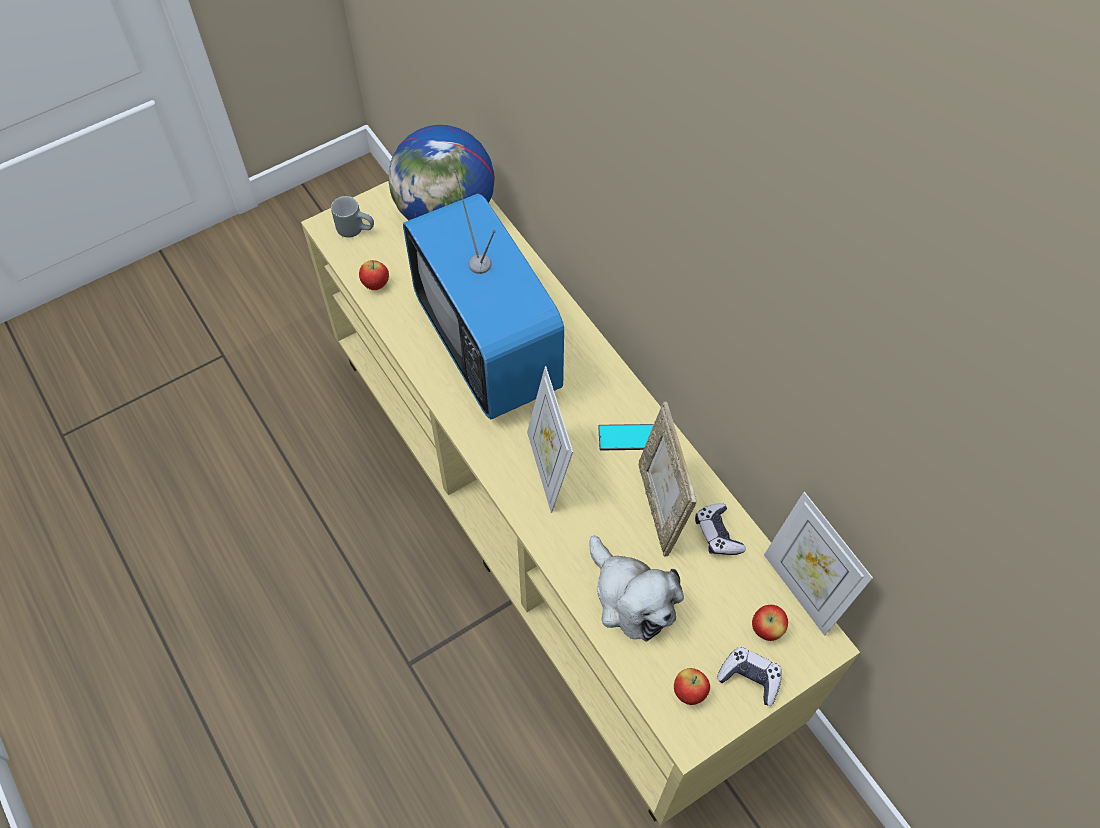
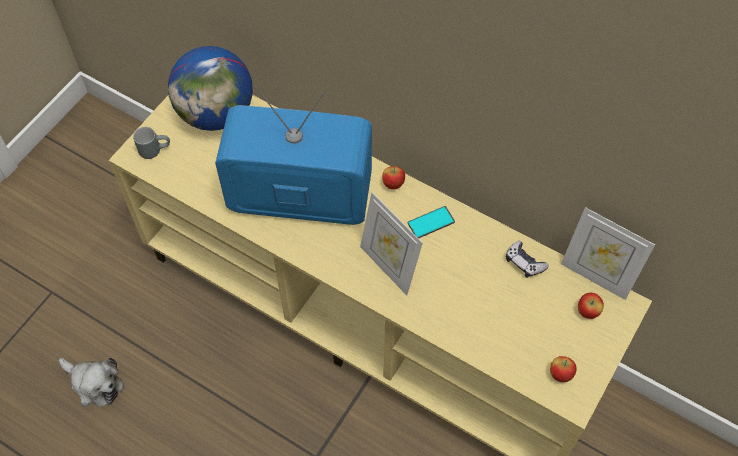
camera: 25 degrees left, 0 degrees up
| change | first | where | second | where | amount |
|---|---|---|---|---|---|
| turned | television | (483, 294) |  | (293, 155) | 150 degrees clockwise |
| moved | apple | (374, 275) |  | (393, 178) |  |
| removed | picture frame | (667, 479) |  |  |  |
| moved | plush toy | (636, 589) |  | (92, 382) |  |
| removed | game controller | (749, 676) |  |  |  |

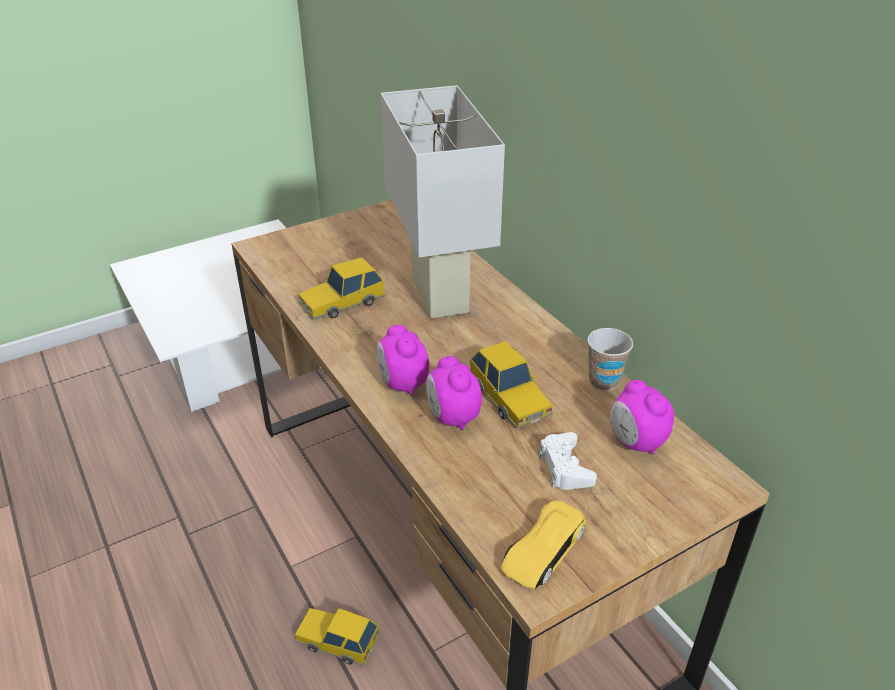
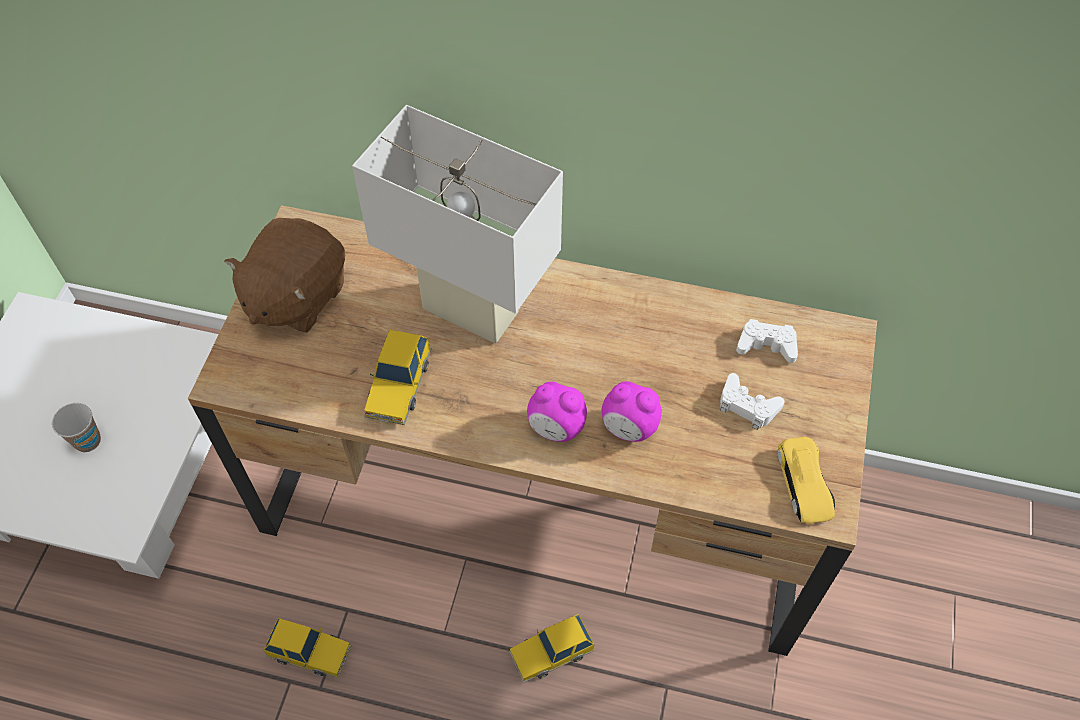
camera: 45 degrees left, 20 degrees up
| change | first | where | second | where | amount |
|---|---|---|---|---|---|
| moved | cup | (610, 359) |  | (76, 427) |  |
| moved | toy car | (511, 384) |  | (307, 648) |  |
| replaced | alarm clock | (642, 417) | game controller in white | (767, 341) |  |
| added |  |  | plush toy in brown | (284, 275) |  |

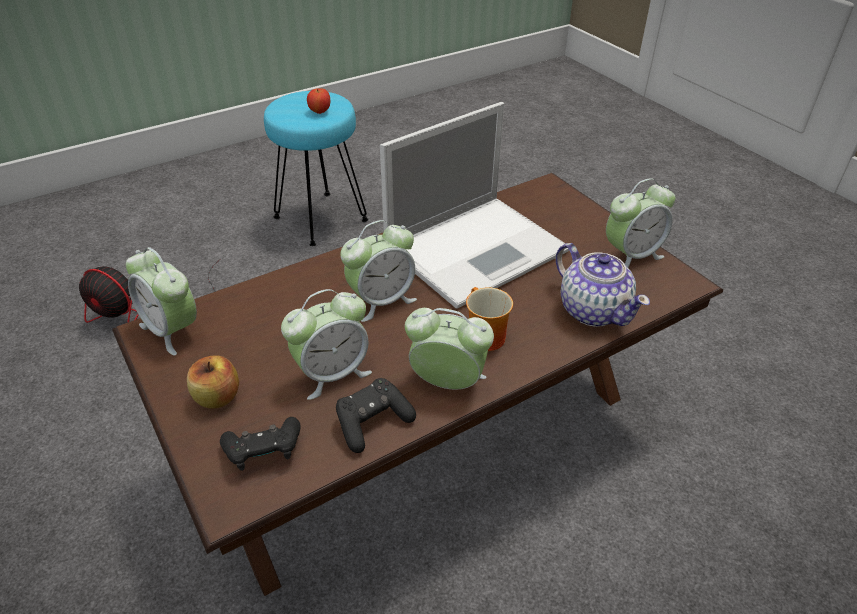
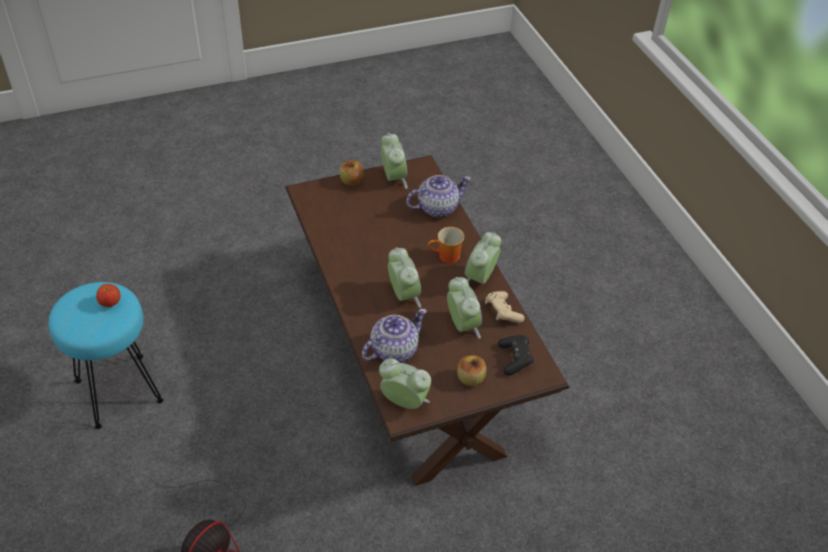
camera: 80 degrees left, 5 degrees up
| change | first | where | second | where | amount |
|---|---|---|---|---|---|
| removed | laptop | (474, 205) |  |  |  |
| turned | alarm clock | (161, 301) |  | (405, 383) | 120 degrees counterclockwise |
| recoloured | game controller in black | (376, 415) | game controller in beige | (505, 307) |  |
| added |  |  | apple | (352, 173) |  |
| added |  |  | teapot | (394, 335) |  |

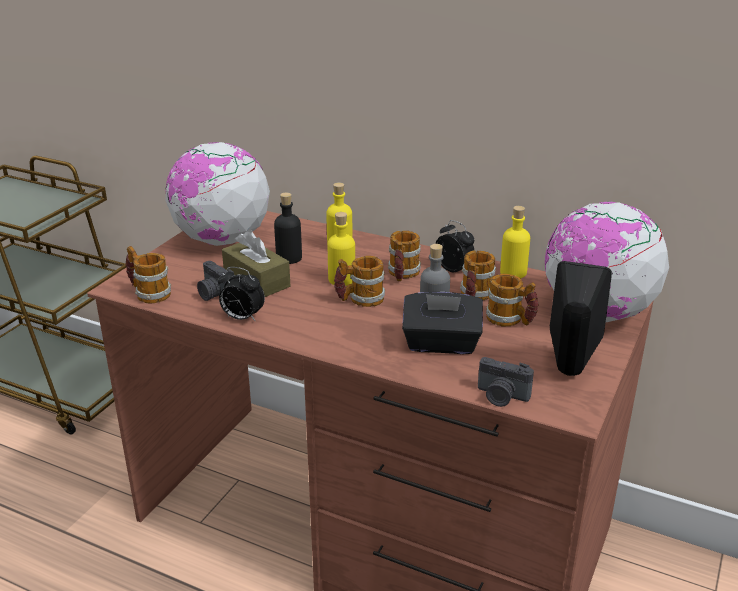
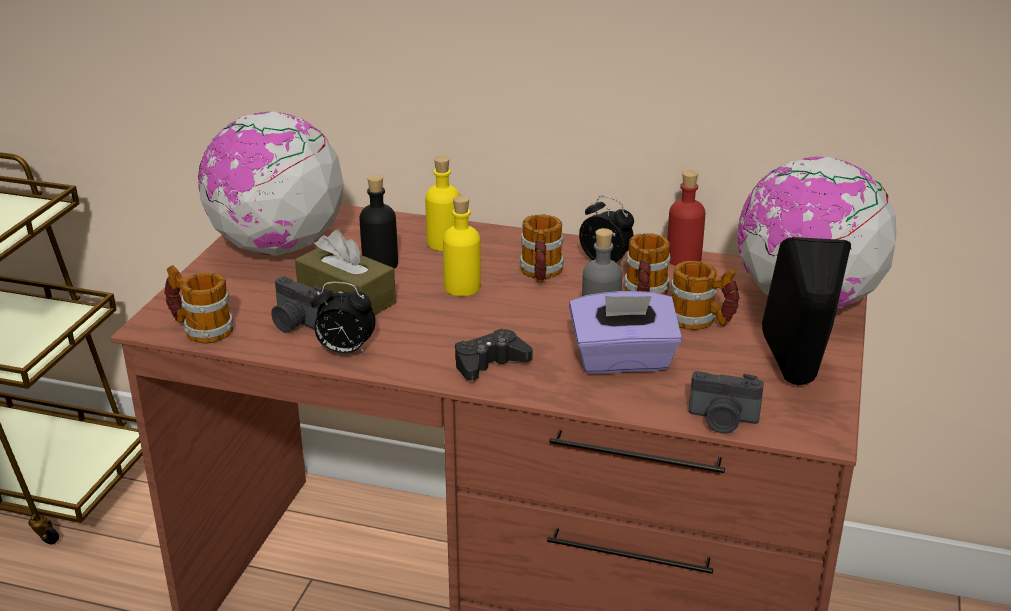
camera: 10 degrees left, 0 degrees up
| change | first | where | second | where | amount |
|---|---|---|---|---|---|
| recoloured | bottle in yellow | (515, 242) | bottle in red | (686, 218) |  |
| removed | mug | (359, 281) |  |  |  |
| recoloured | tissue box in black | (442, 323) | tissue box in purple | (625, 332) |  |
| added |  |  | game controller in black | (493, 354) |  |

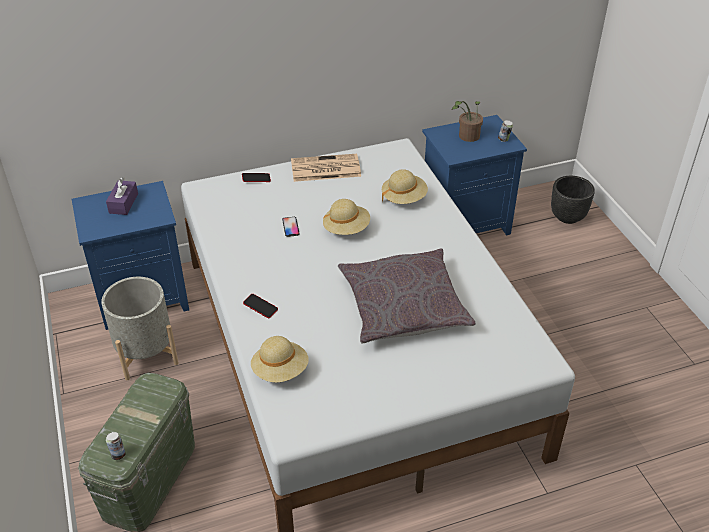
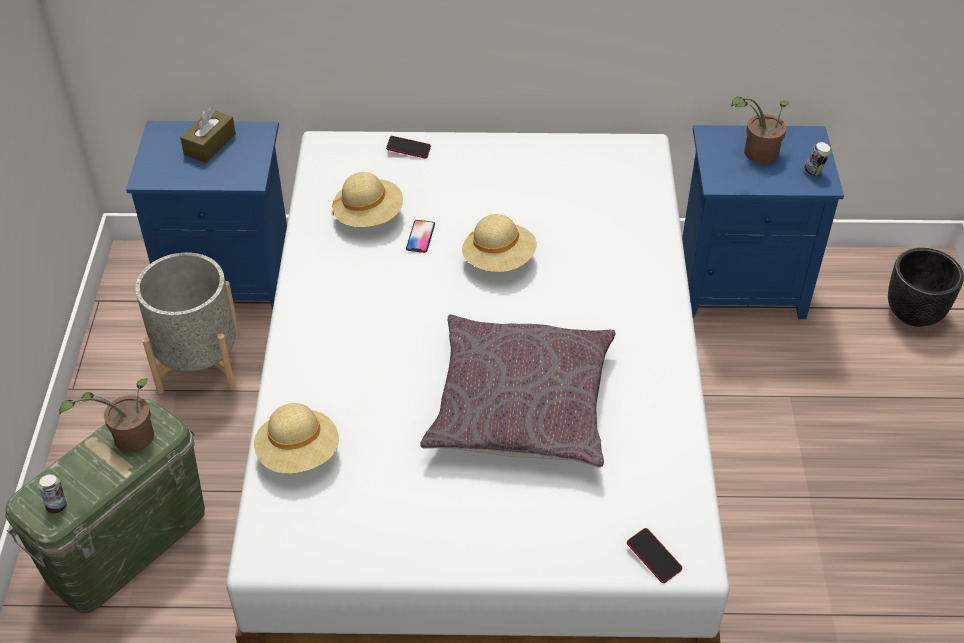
camera: 20 degrees right, 5 degrees up
| change | first | where | second | where | amount |
|---|---|---|---|---|---|
| removed | newspaper | (326, 168) |  |  |  |
| moved | hat in beige | (405, 186) |  | (367, 199) |  |
| recoloured | tissue box in purple | (122, 196) | tissue box in brown | (208, 135) |  |
| moved | phone | (260, 306) |  | (654, 555) |  |
| added |  |  | potted plant | (106, 415) |  |

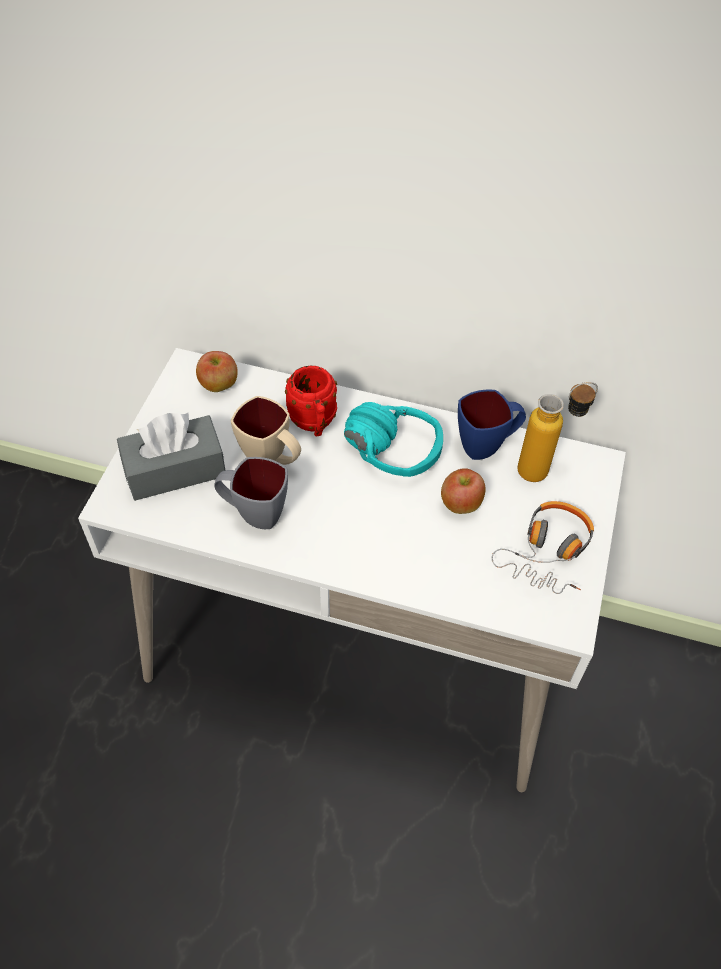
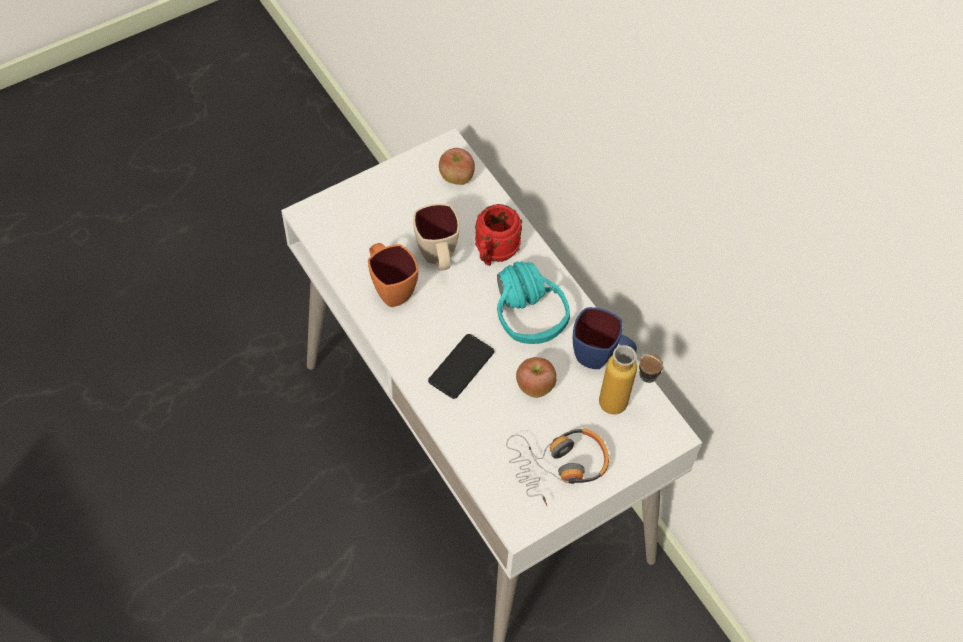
camera: 40 degrees right, 5 degrees up
| change | first | where | second | where | amount |
|---|---|---|---|---|---|
| removed | tissue box in grey | (171, 457) |  |  |  |
| recoloured | mug in grey | (251, 493) | mug in orange | (393, 275) |  |
| added |  |  | phone | (461, 366) |  |

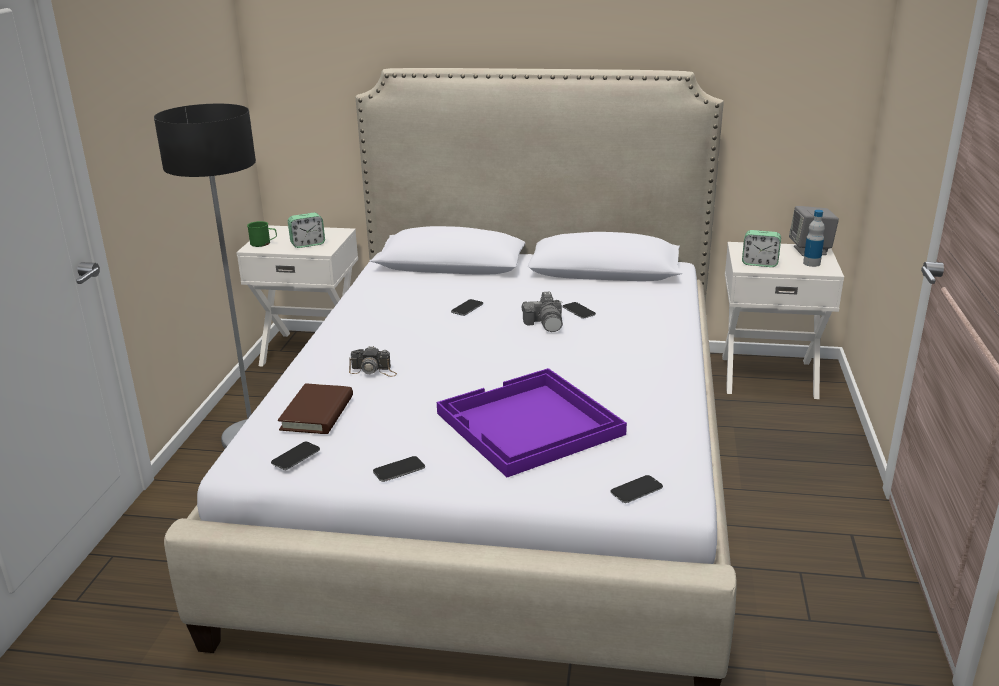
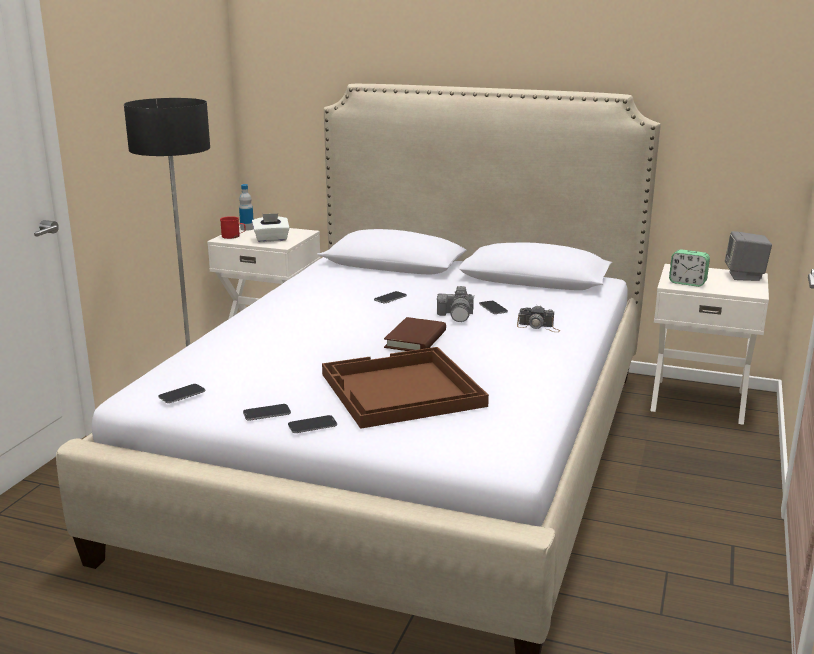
camera: 10 degrees right, 5 degrees down
| change | first | where | second | where | amount |
|---|---|---|---|---|---|
| moved | bottle | (814, 238) |  | (246, 207) |  |
| replaced | alarm clock | (306, 230) | tissue box in white | (271, 227) |  |
| recoloured | mug in green | (262, 234) | mug in red | (233, 227) |  |
| moved | photo camera | (373, 361) |  | (538, 318) |  |
| recoloured | tray in purple | (532, 422) | tray in brown | (405, 388) |  |
| moved | book in brown | (315, 408) |  | (415, 334) |  |
| moved | phone | (637, 489) |  | (312, 424) |  |

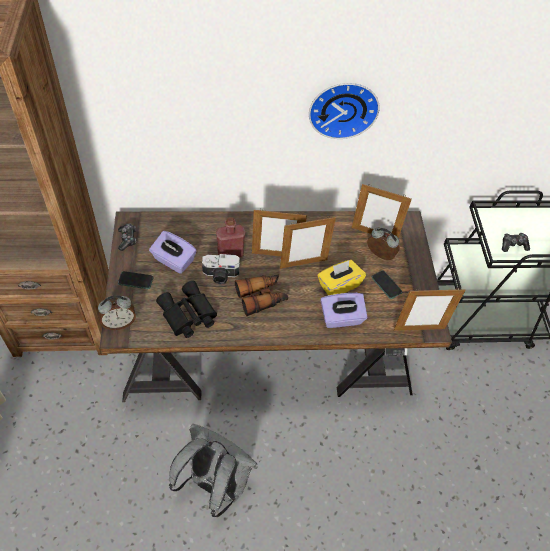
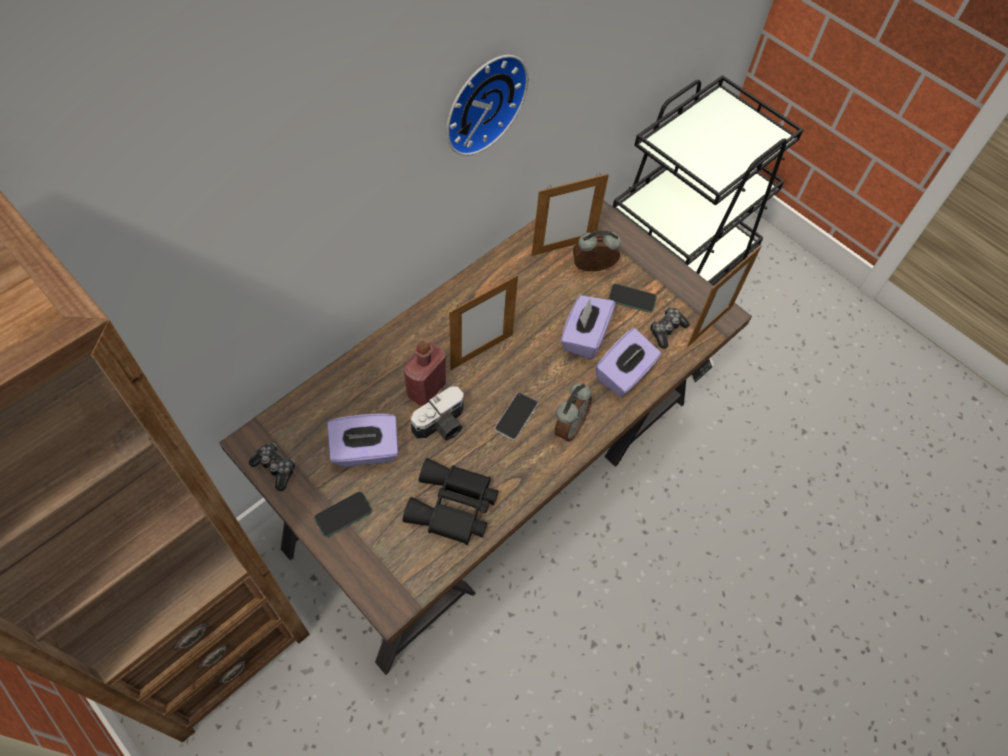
camera: 40 degrees left, 5 degrees up
| change | first | where | second | where | amount |
|---|---|---|---|---|---|
| removed | picture frame | (308, 242) |  |  |  |
| moved | game controller | (516, 242) |  | (670, 328) |  |
| recoloured | tissue box in yellow | (341, 277) | tissue box in purple | (588, 327) |  |
| replaced | binoculars | (261, 295) | phone | (516, 416) |  |
| moved | alarm clock | (117, 312) |  | (573, 412) |  |
| removed | backpack in grey | (213, 470) |  |  |  |

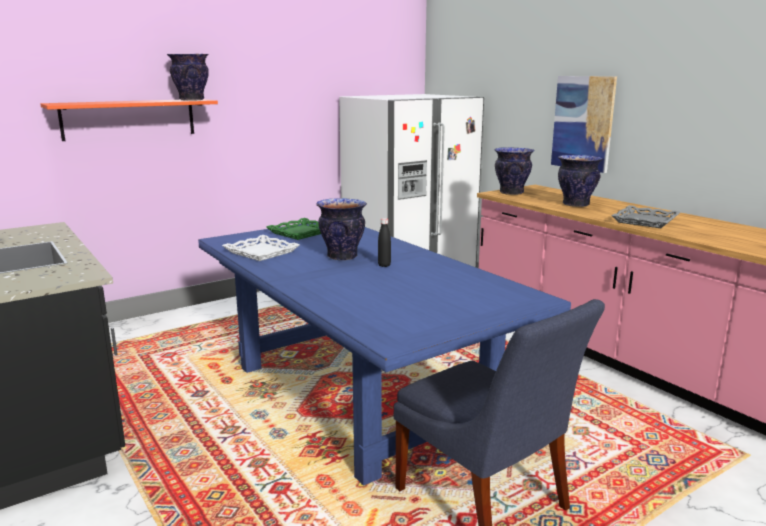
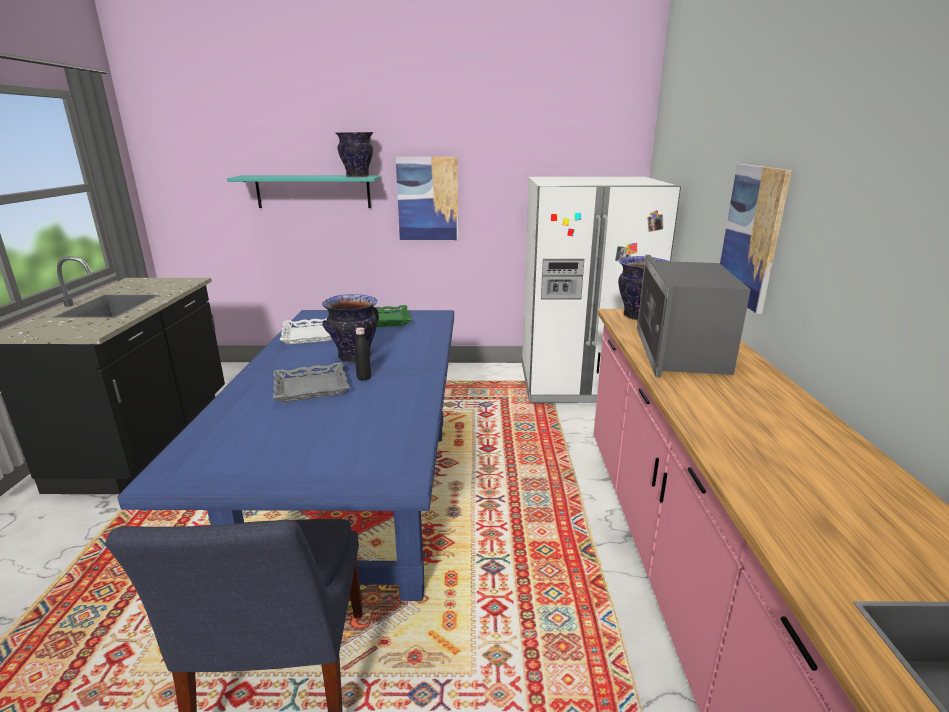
camera: 35 degrees right, 5 degrees up
| change | first | where | second | where | amount |
|---|---|---|---|---|---|
| recoloured | shelf in orange | (129, 120) | shelf in turquoise | (304, 191) |  |
| replaced | vase | (580, 181) | microwave | (694, 316) |  |
| moved | tray in grey | (646, 216) |  | (311, 382) |  |
| added |  |  | picture | (427, 198) |  |

